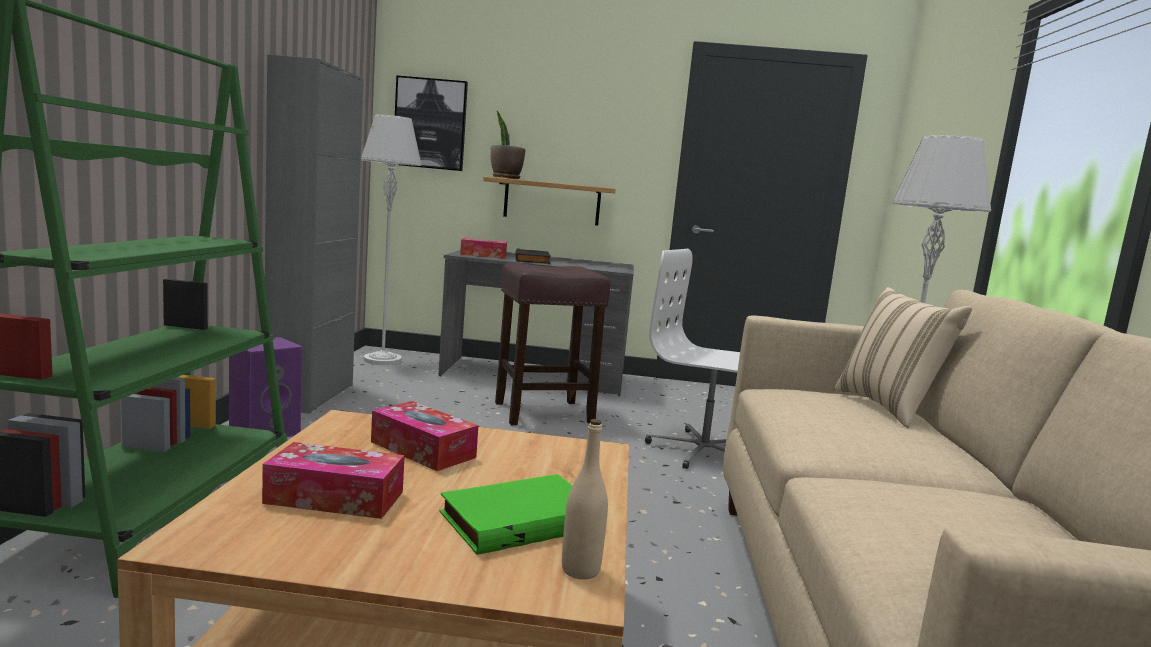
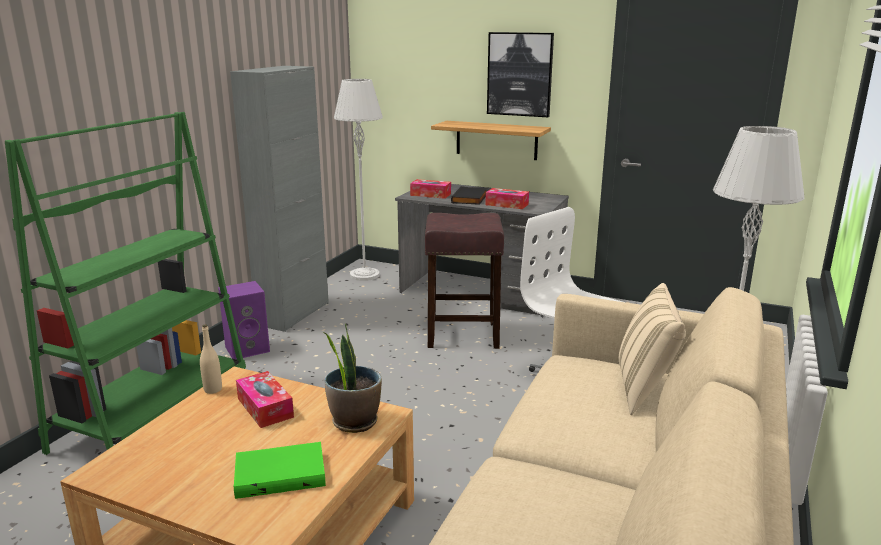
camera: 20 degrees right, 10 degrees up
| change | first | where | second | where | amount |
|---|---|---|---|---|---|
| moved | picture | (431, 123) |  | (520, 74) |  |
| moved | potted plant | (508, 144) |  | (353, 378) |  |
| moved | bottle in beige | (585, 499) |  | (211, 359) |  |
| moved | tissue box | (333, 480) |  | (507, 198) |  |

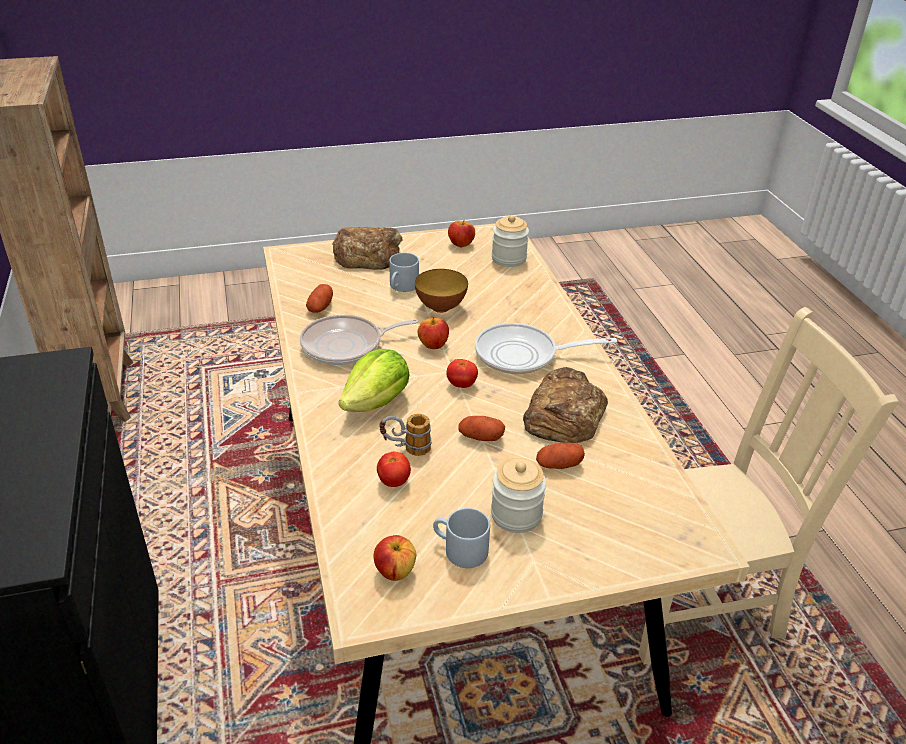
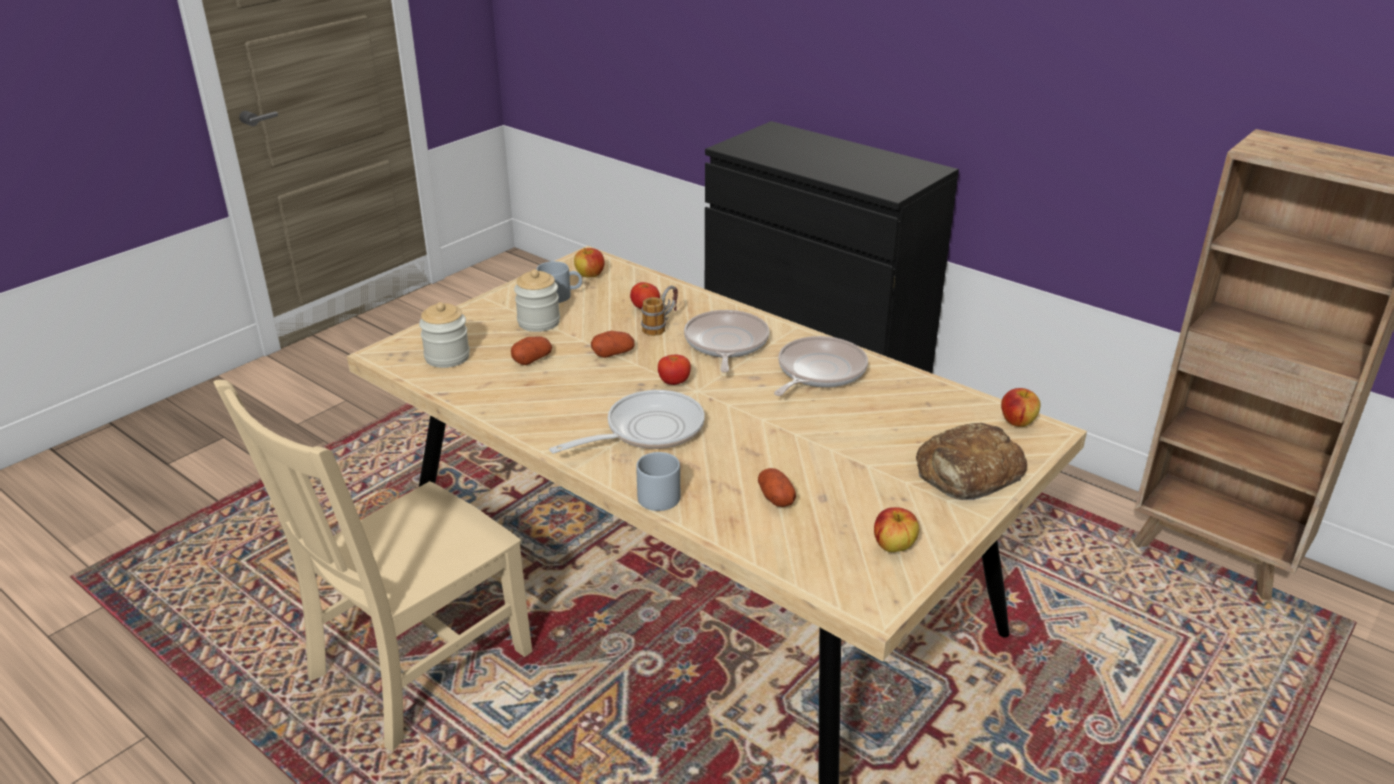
camera: 145 degrees right, 5 degrees down
| change | first | where | second | where | amount |
|---|---|---|---|---|---|
| moved | jar | (510, 241) |  | (444, 335) |  |
| moved | mug in grey | (404, 272) |  | (658, 481) |  |
| removed | bowl | (441, 291) |  |  |  |
| moved | potato | (319, 298) |  | (777, 487) |  |
| moved | apple | (433, 333) |  | (1021, 407) |  |
| replaced | lettuce | (374, 380) | frying pan | (726, 341) |  |
| removed | bread | (565, 405) |  |  |  |

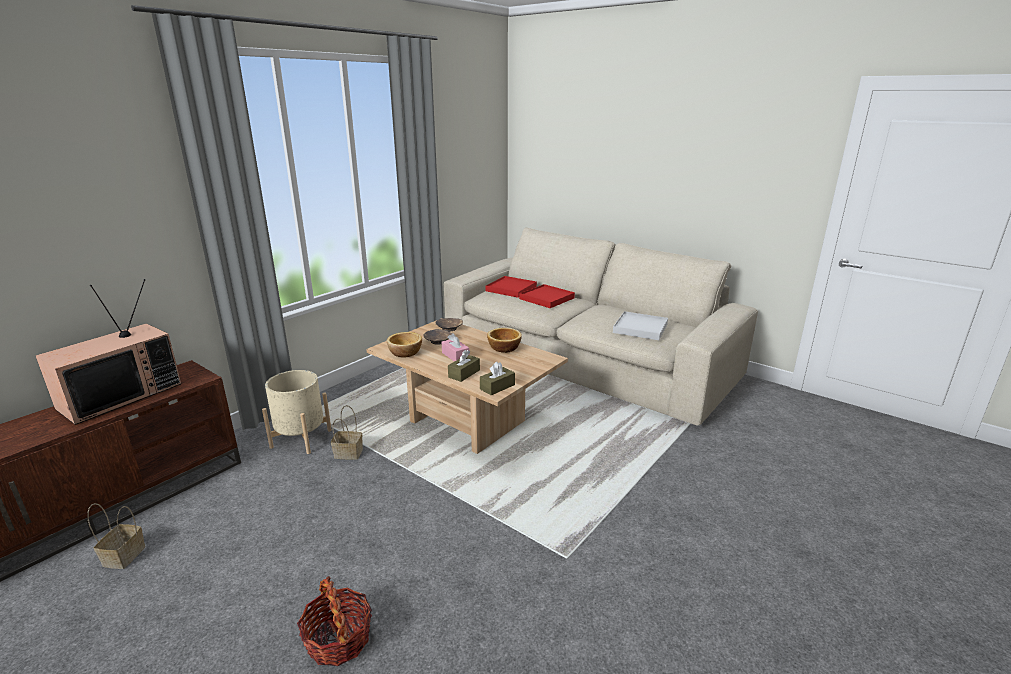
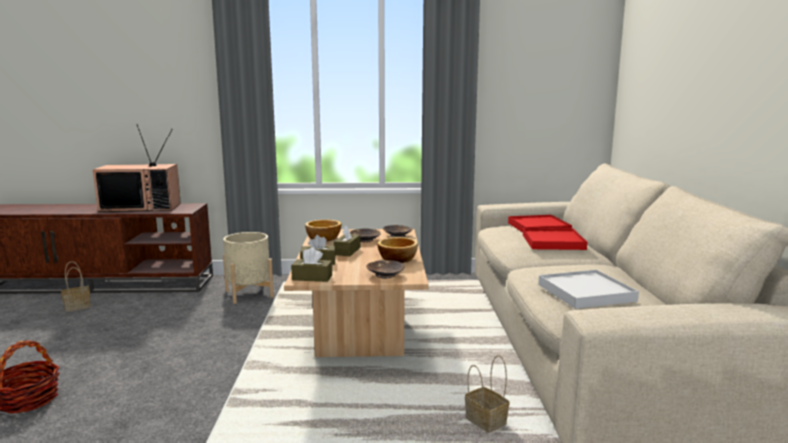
camera: 50 degrees right, 10 degrees down
| change | first | where | second | where | amount |
|---|---|---|---|---|---|
| recoloured | tissue box in pink | (456, 347) | tissue box in brown | (347, 240) |  |
| moved | basket | (347, 432) |  | (487, 394) |  |
| added |  |  | bowl in brown | (385, 269) |  |

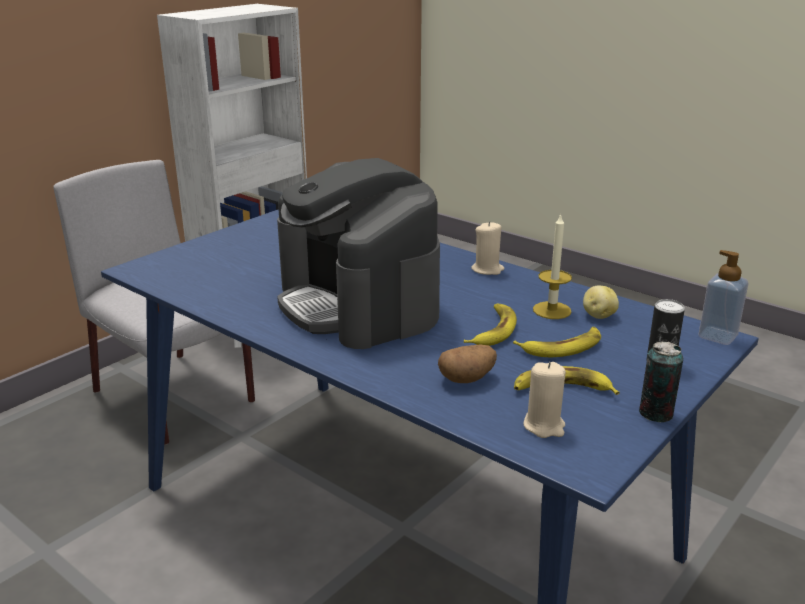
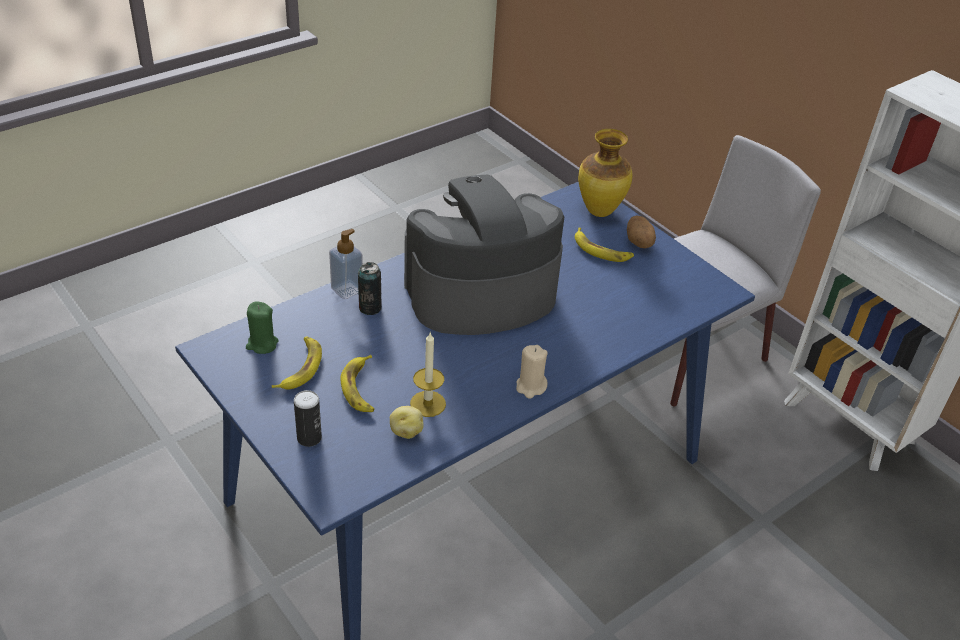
camera: 100 degrees right, 15 degrees up
| change | first | where | second | where | amount |
|---|---|---|---|---|---|
| moved | soap dispenser | (724, 297) |  | (346, 264) |  |
| moved | banana | (490, 324) |  | (604, 245) |  |
| moved | can | (661, 382) |  | (370, 288) |  |
| moved | potato | (467, 363) |  | (641, 232) |  |
| recoloured | candle in beige | (544, 400) | candle in green | (262, 327) |  |
| added |  |  | vase | (605, 173) |  |

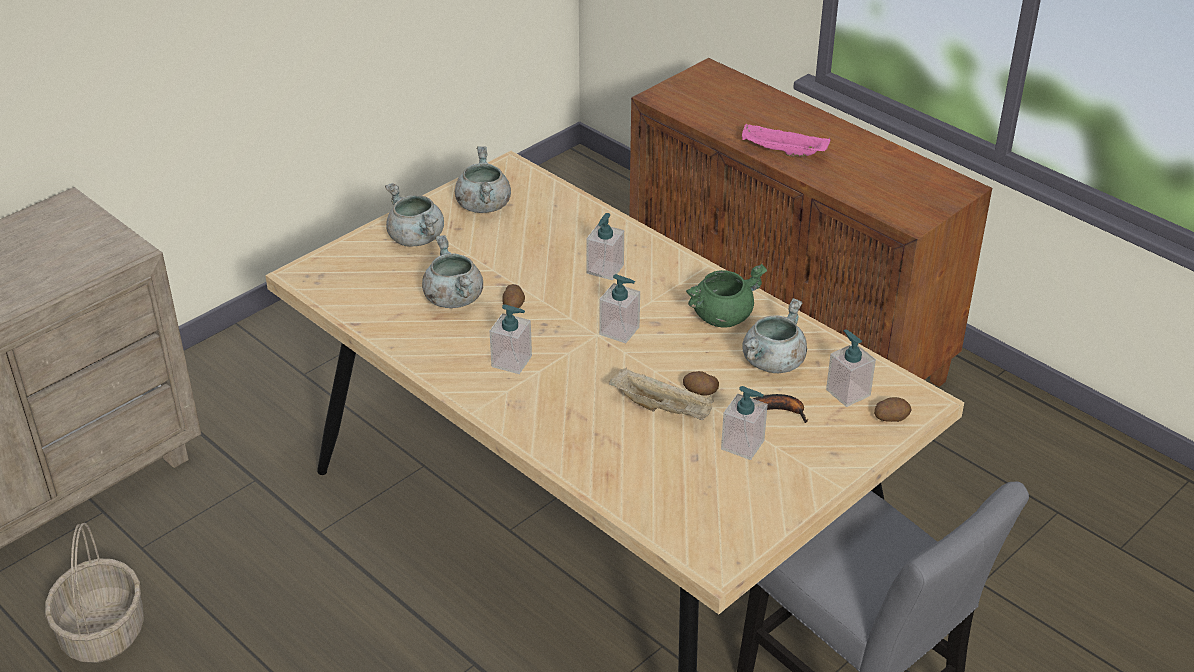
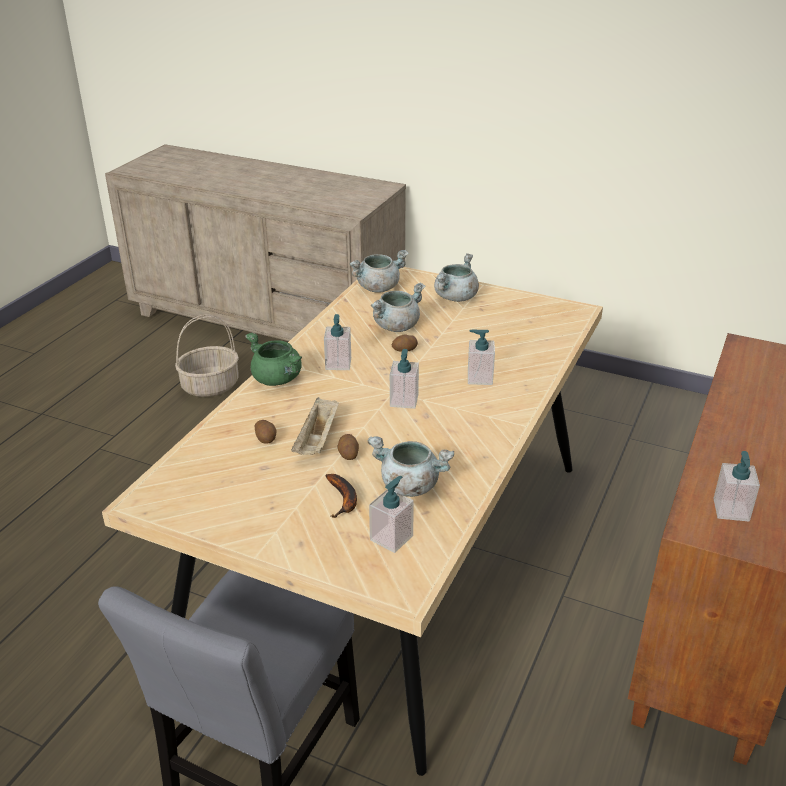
camera: 70 degrees right, 5 degrees down
| change | first | where | second | where | amount |
|---|---|---|---|---|---|
| removed | tray in pink | (786, 140) |  |  |  |
| moved | cooking pot in grey | (483, 179) |  | (378, 271) |  |
| moved | cooking pot in green | (726, 295) |  | (273, 359) |  |
| moved | soap dispenser | (744, 423) |  | (736, 486) |  |
| moved | potato | (893, 409) |  | (265, 432) |  |

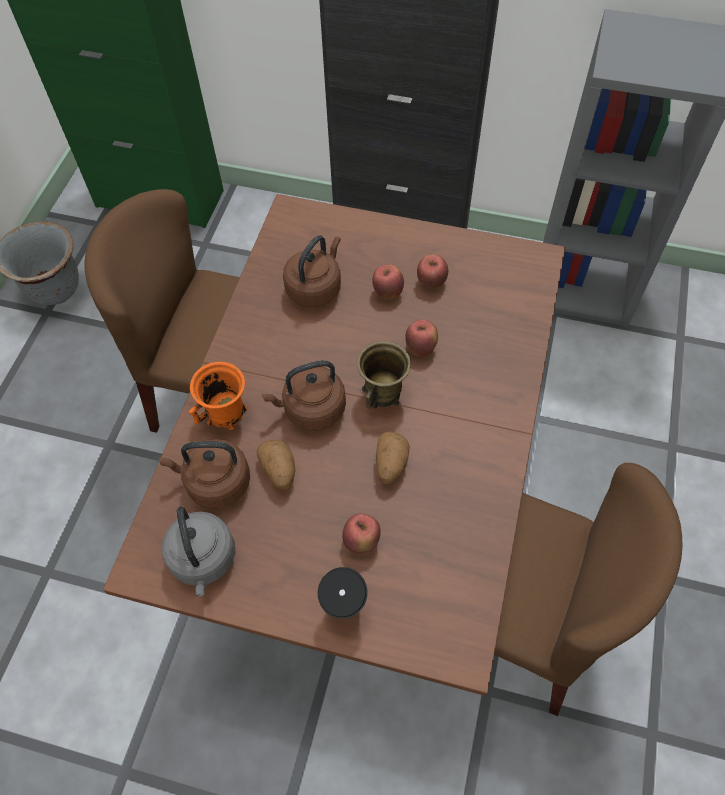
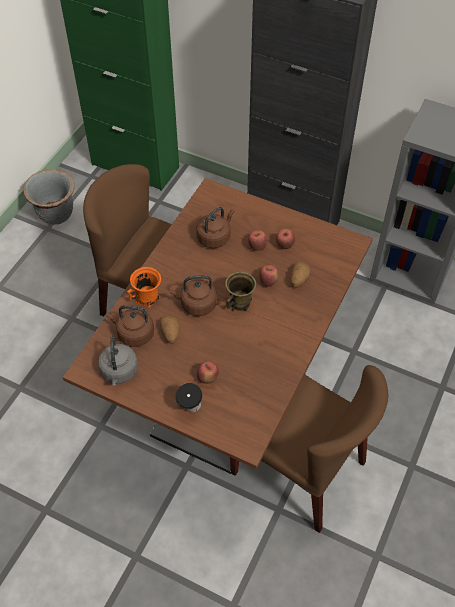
camera: 10 degrees right, 5 degrees down
| change | first | where | second | where | amount |
|---|---|---|---|---|---|
| moved | potato | (393, 458) |  | (301, 275) |  |

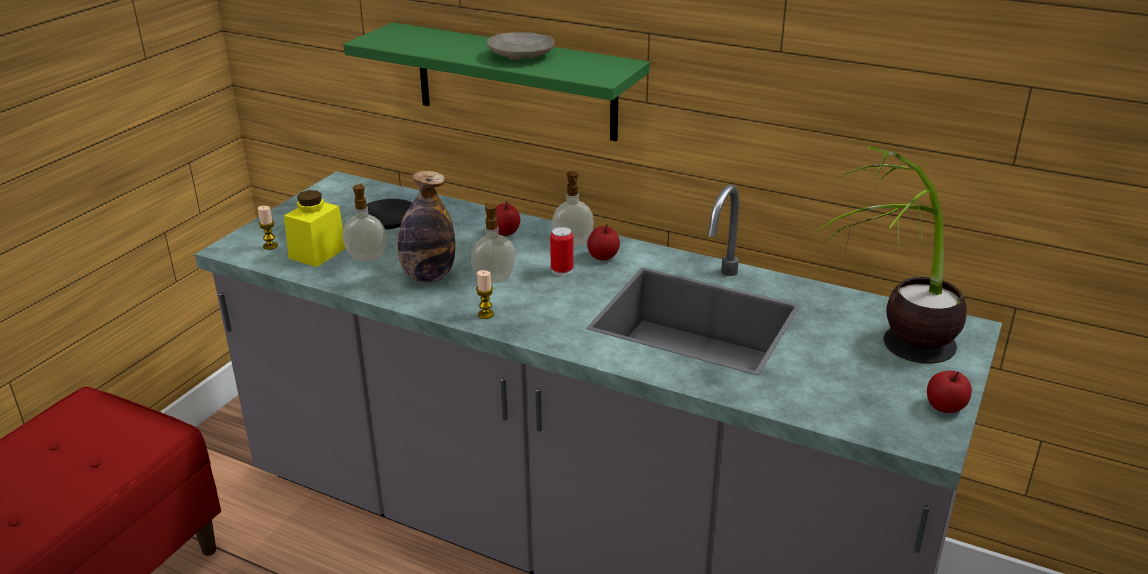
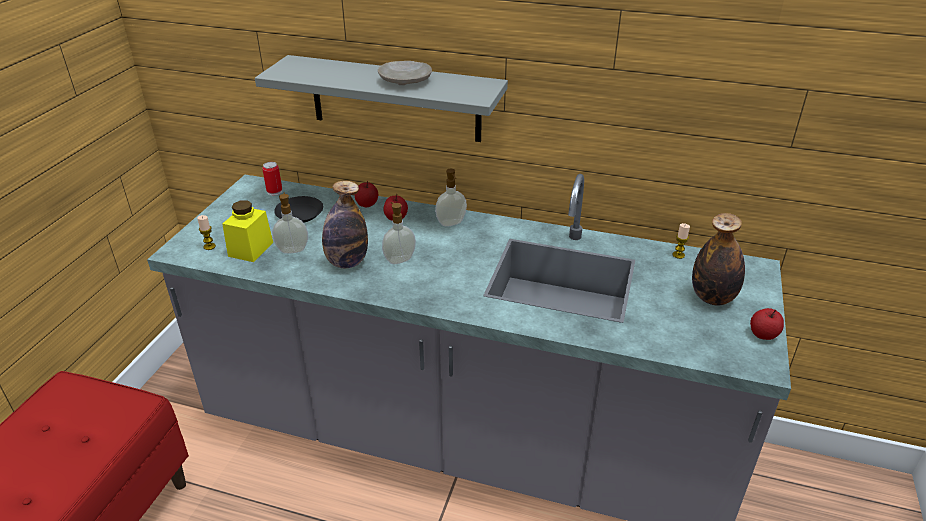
camera: 10 degrees left, 5 degrees up
| change | first | where | second | where | amount |
|---|---|---|---|---|---|
| recoloured | shelf in green | (496, 81) | shelf in grey | (381, 98) |  |
| replaced | potted plant | (893, 255) | bottle | (718, 259) |  |
| moved | apple | (603, 242) |  | (366, 194) |  |
| moved | can | (561, 251) |  | (272, 179) |  |
| moved | candle | (485, 294) |  | (681, 241) |  |

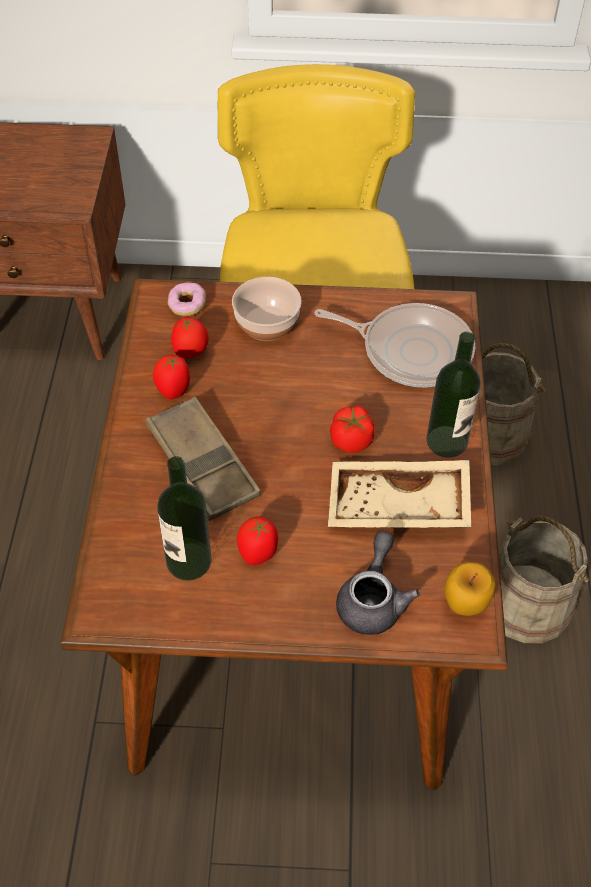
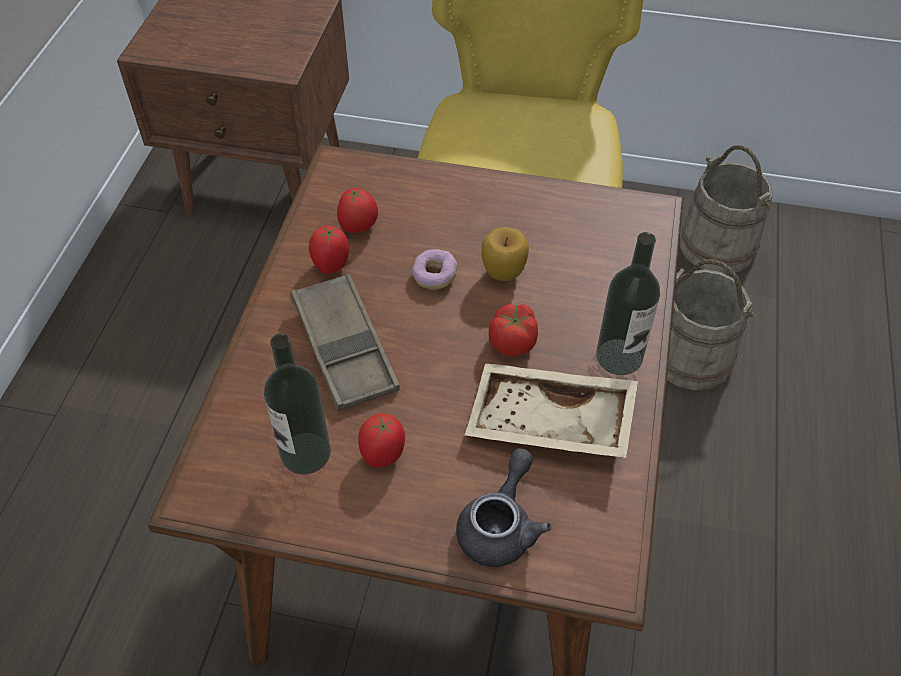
camera: 10 degrees right, 0 degrees up
| change | first | where | second | where | amount |
|---|---|---|---|---|---|
| removed | bowl | (267, 309) |  |  |  |
| moved | donut | (187, 299) |  | (435, 269) |  |
| removed | frying pan | (395, 345) |  |  |  |
| moved | bucket in beige | (544, 579) |  | (726, 209) |  |
| moved | apple | (470, 589) |  | (505, 254) |  |

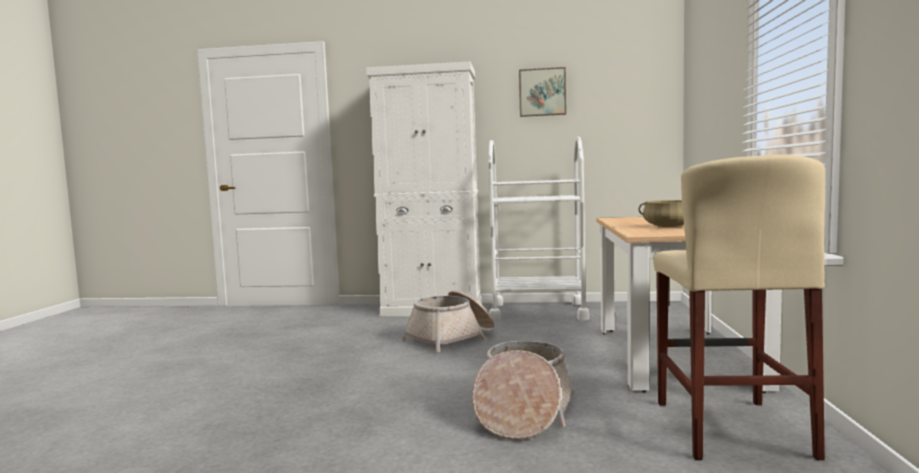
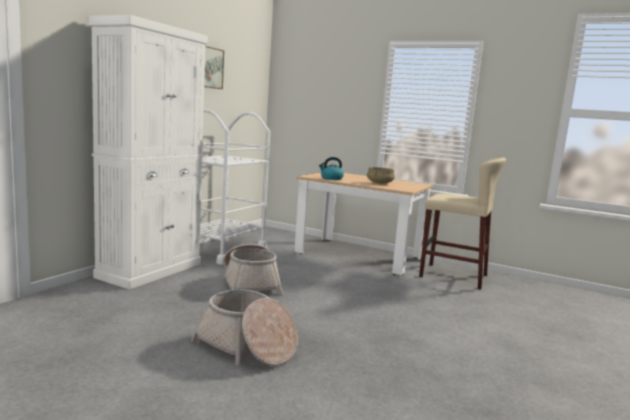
camera: 70 degrees left, 5 degrees up
| change | first | where | second | where | amount |
|---|---|---|---|---|---|
| moved | basket | (523, 390) |  | (244, 327) |  |
| added |  |  | kettle | (331, 168) |  |

